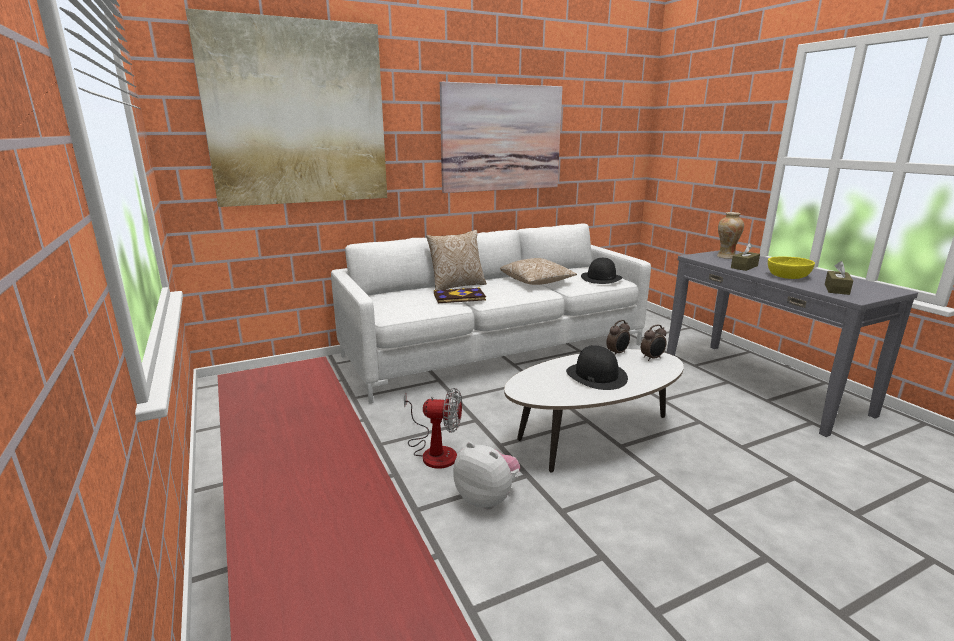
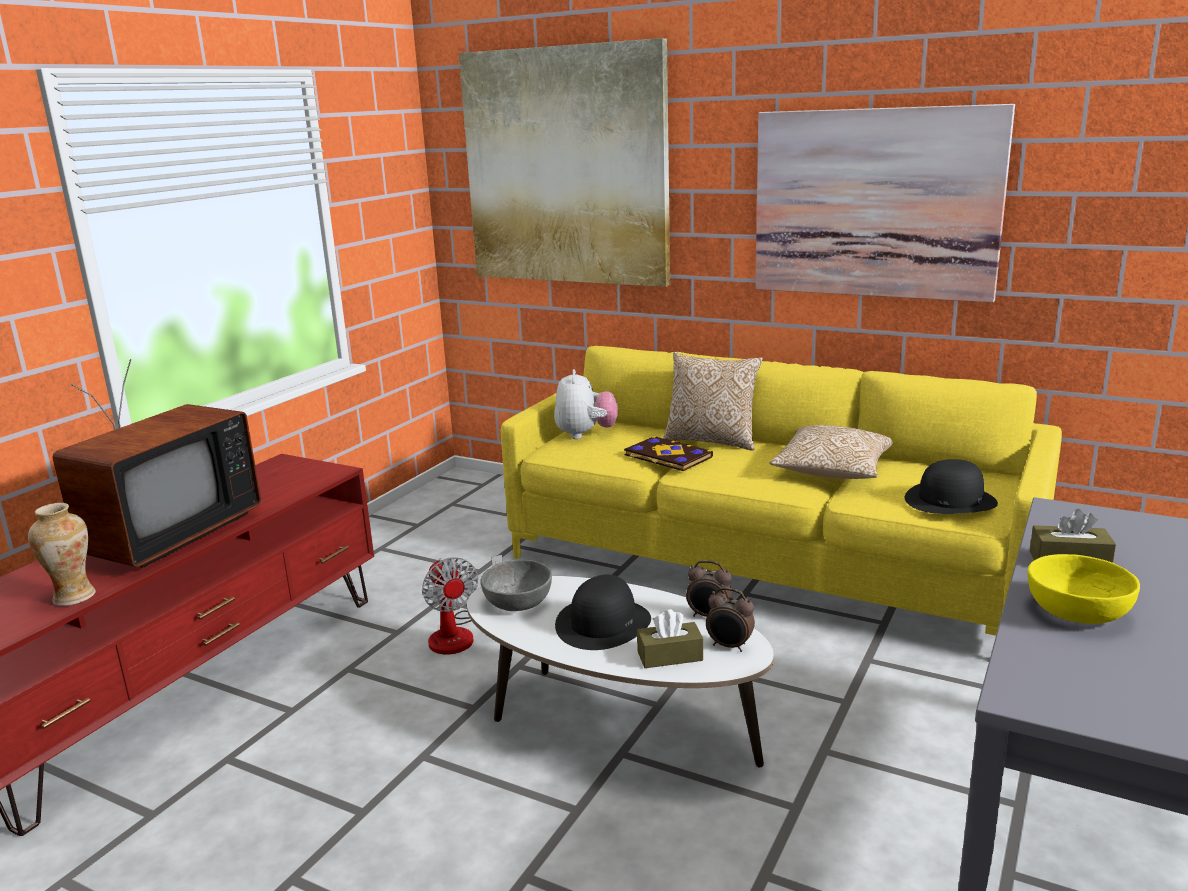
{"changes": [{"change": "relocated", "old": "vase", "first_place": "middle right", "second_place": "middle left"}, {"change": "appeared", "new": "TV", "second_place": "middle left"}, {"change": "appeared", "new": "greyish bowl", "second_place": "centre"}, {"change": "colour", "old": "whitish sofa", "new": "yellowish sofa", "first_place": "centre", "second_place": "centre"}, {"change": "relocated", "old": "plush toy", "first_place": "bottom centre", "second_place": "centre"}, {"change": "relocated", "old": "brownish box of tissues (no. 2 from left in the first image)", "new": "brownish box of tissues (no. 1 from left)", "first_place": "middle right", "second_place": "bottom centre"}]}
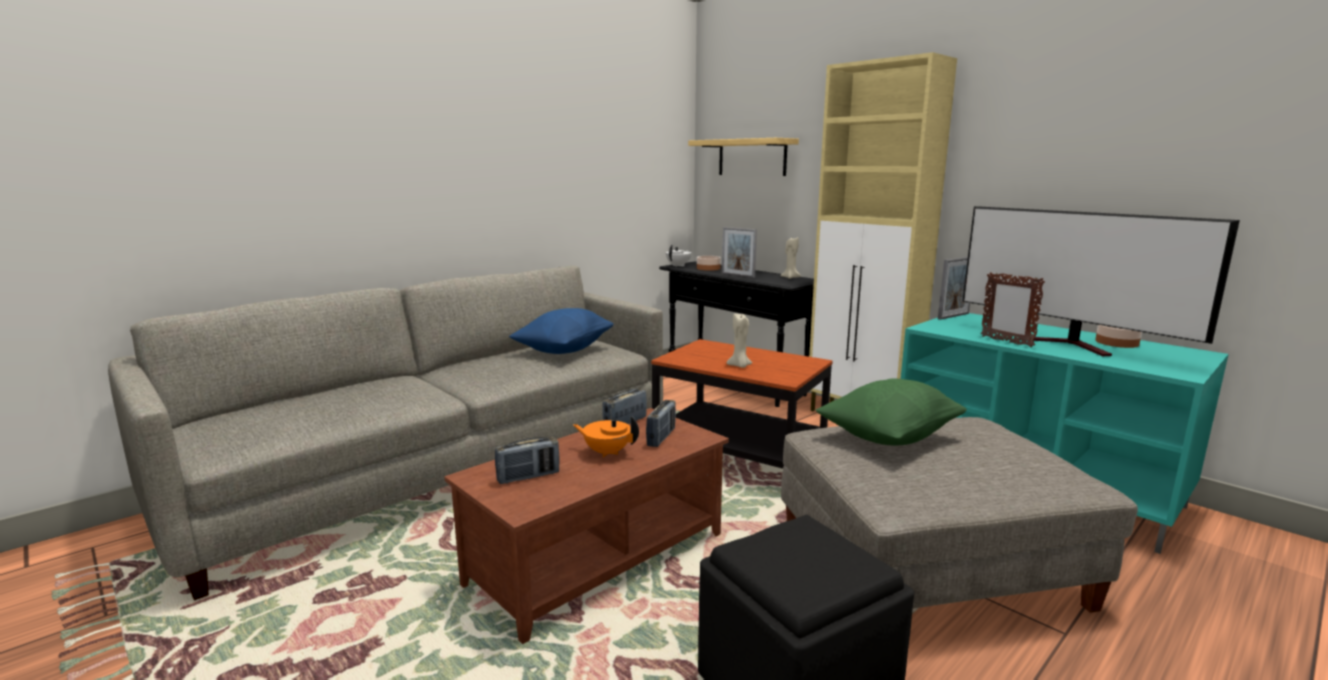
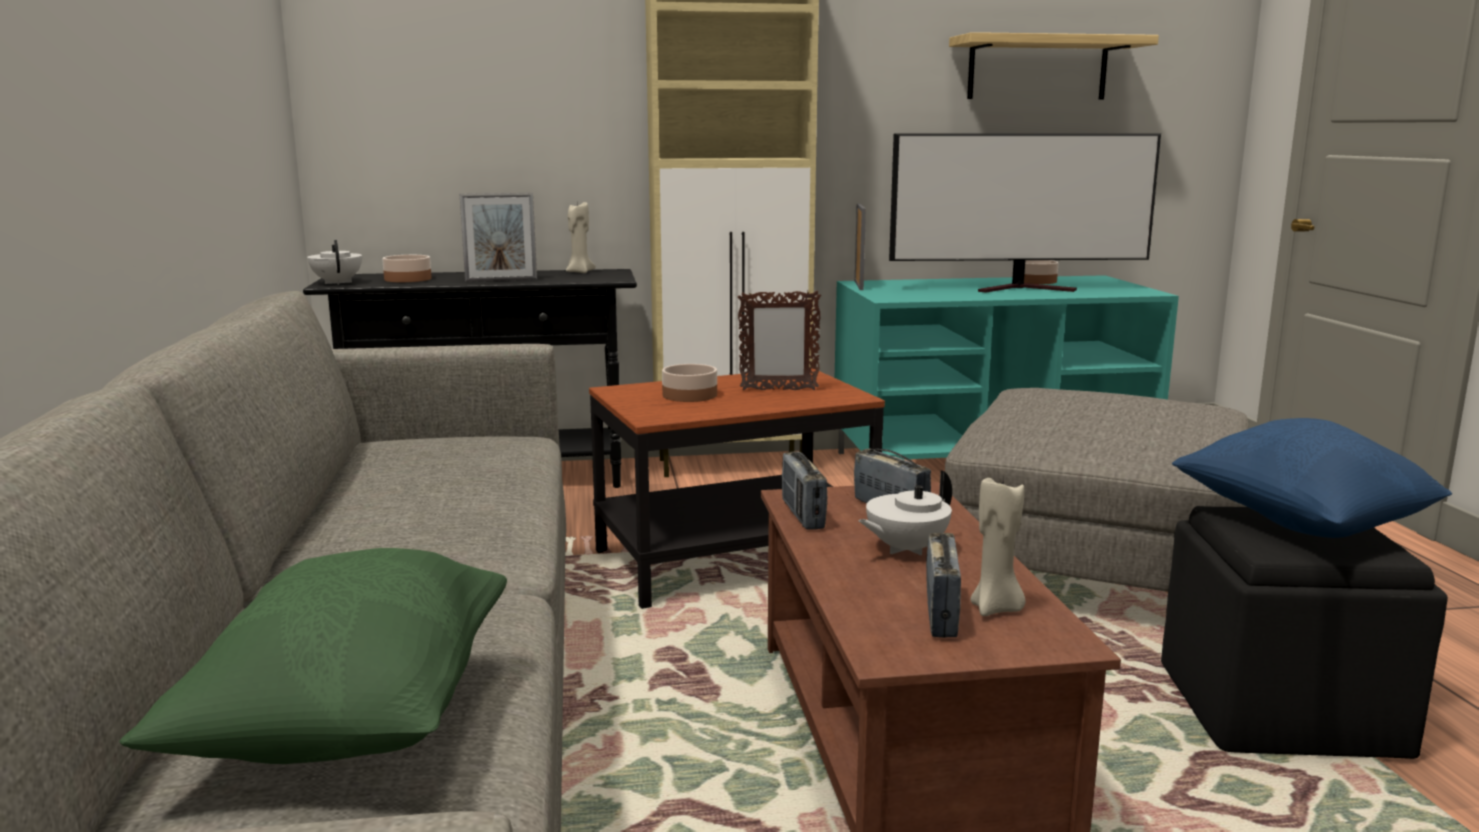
{"changes": [{"change": "relocated", "old": "green throw pillow", "first_place": "middle right", "second_place": "bottom left"}, {"change": "appeared", "new": "bowl (no. 2 from left)", "second_place": "centre"}, {"change": "relocated", "old": "picture frame (no. 3 from left in the first image)", "new": "picture frame (no. 2 from left)", "first_place": "middle right", "second_place": "centre"}, {"change": "colour", "old": "orange teapot", "new": "whitish teapot (no. 2 from left)", "first_place": "centre", "second_place": "centre"}, {"change": "relocated", "old": "bracket shelf", "first_place": "top centre", "second_place": "top right"}, {"change": "relocated", "old": "sand-coloured wax candle (no. 1 from left in the first image)", "new": "sand-coloured wax candle (no. 2 from left)", "first_place": "centre", "second_place": "middle right"}, {"change": "relocated", "old": "bluish throw pillow", "first_place": "centre", "second_place": "middle right"}]}
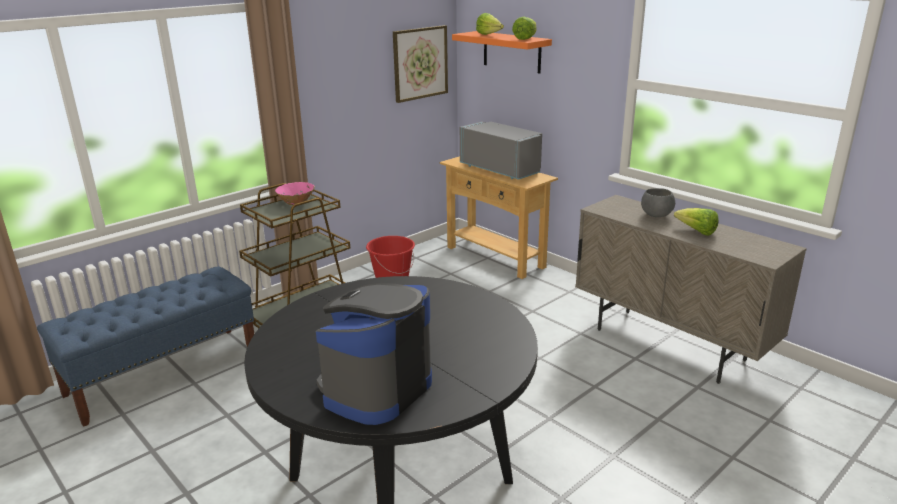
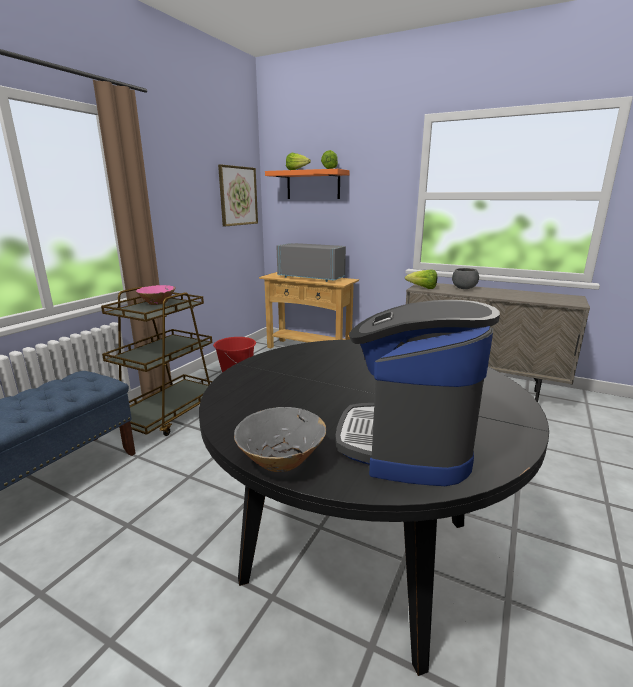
{"changes": [{"change": "appeared", "new": "greyish bowl (no. 1 from left)", "second_place": "centre"}, {"change": "relocated", "old": "head of lettuce (no. 3 from left)", "first_place": "middle right", "second_place": "centre"}]}
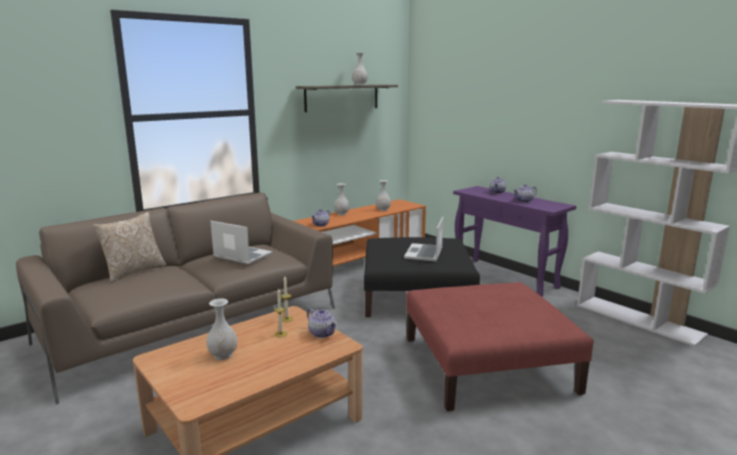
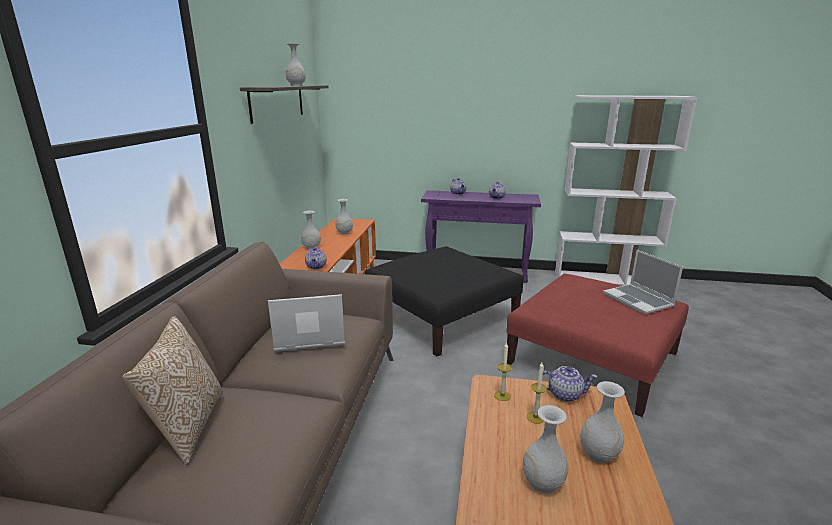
{"changes": [{"change": "appeared", "new": "whitish vase (no. 5 from left)", "second_place": "bottom right"}, {"change": "relocated", "old": "portable computer (no. 2 from left)", "first_place": "centre", "second_place": "middle right"}]}
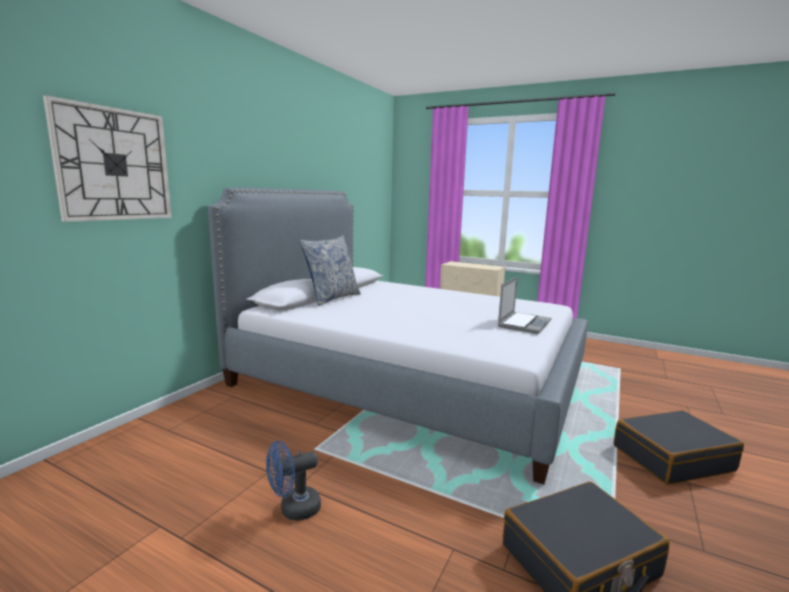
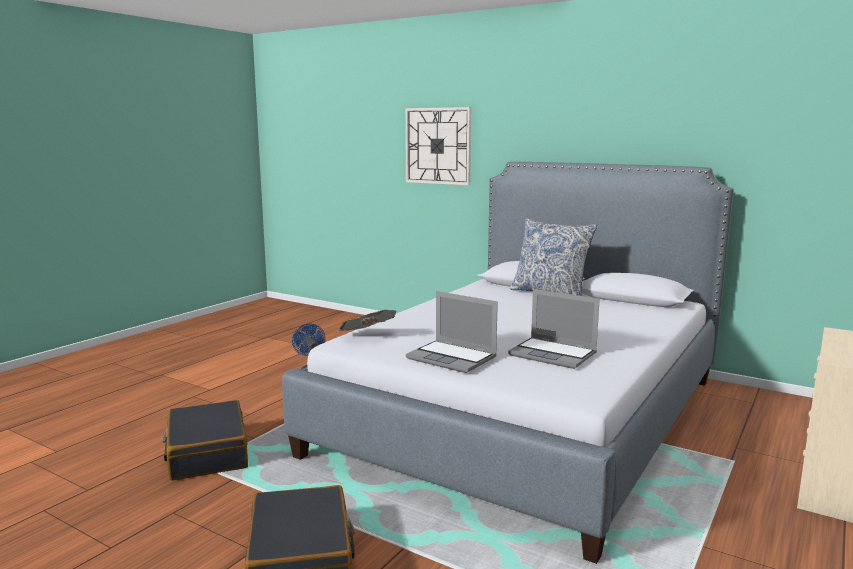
{"changes": [{"change": "appeared", "new": "printed paper", "second_place": "centre"}, {"change": "appeared", "new": "portable computer (no. 2 from left)", "second_place": "centre"}]}
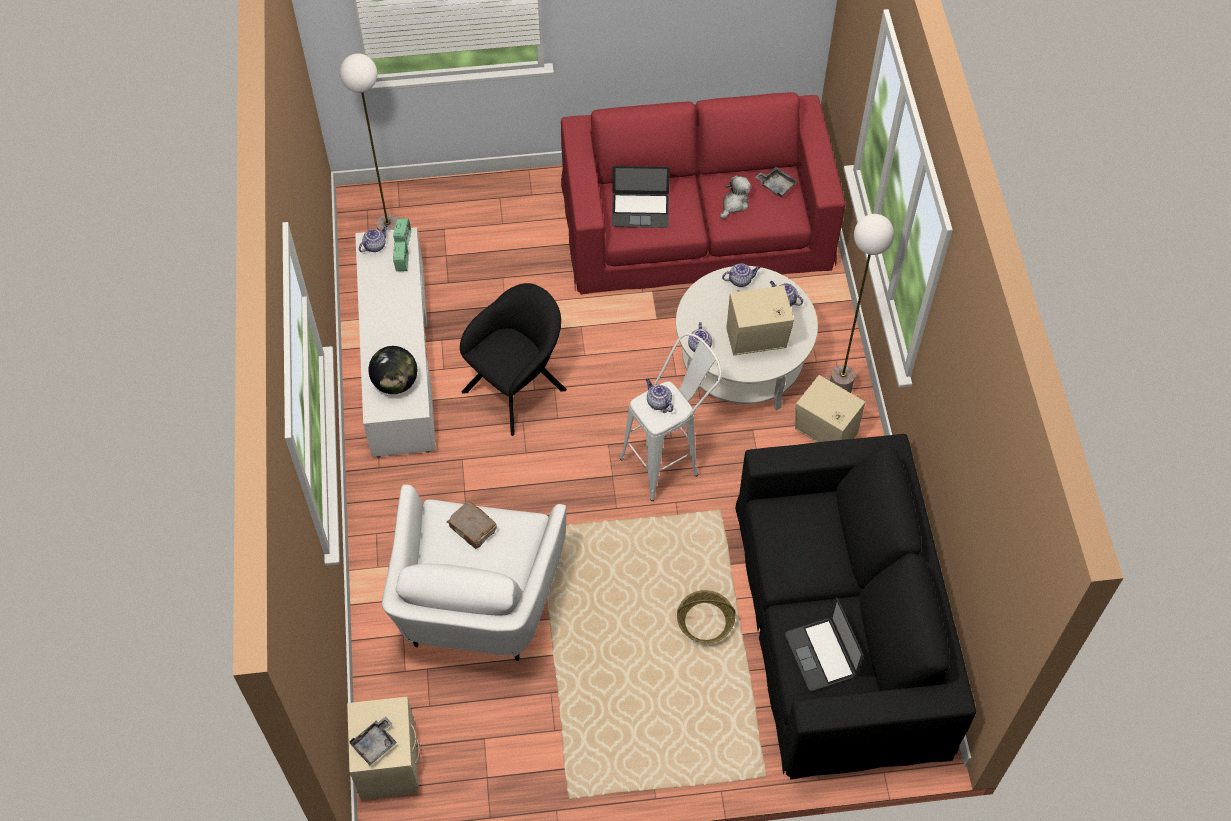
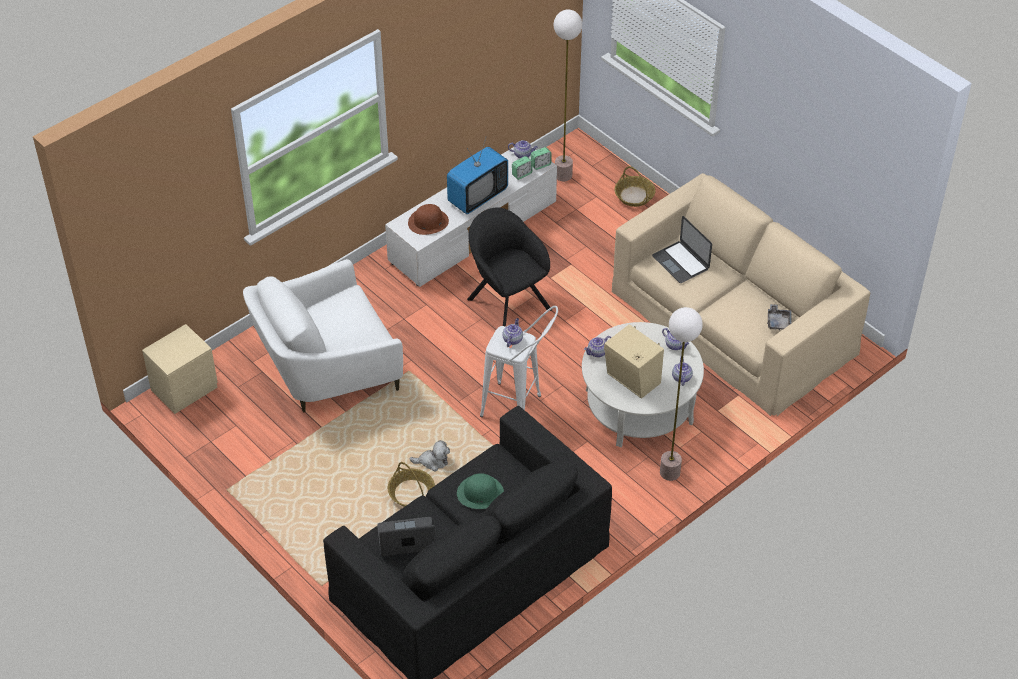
{"changes": [{"change": "spun", "old": "portable computer (no. 2 from left in the first image)", "first_place": "bottom right", "second_place": "bottom centre", "degrees": 45}, {"change": "exchanged", "old": "globe", "new": "brownish hat", "first_place": "middle left", "second_place": "top centre"}, {"change": "relocated", "old": "plush toy", "first_place": "top centre", "second_place": "bottom centre"}, {"change": "appeared", "new": "TV", "second_place": "top centre"}, {"change": "appeared", "new": "green hat", "second_place": "bottom centre"}, {"change": "spun", "old": "blackish lounge chair", "first_place": "centre", "second_place": "centre", "degrees": -135}, {"change": "colour", "old": "reddish sofa", "new": "sand-coloured sofa", "first_place": "top centre", "second_place": "middle right"}, {"change": "appeared", "new": "household basket (no. 2 from left)", "second_place": "top centre"}, {"change": "missing", "old": "greyish carrying tray (no. 1 from left)", "first_place": "bottom left"}, {"change": "missing", "old": "brownish volume", "first_place": "centre"}, {"change": "missing", "old": "sand-coloured audio speaker (no. 2 from left)", "first_place": "middle right"}]}
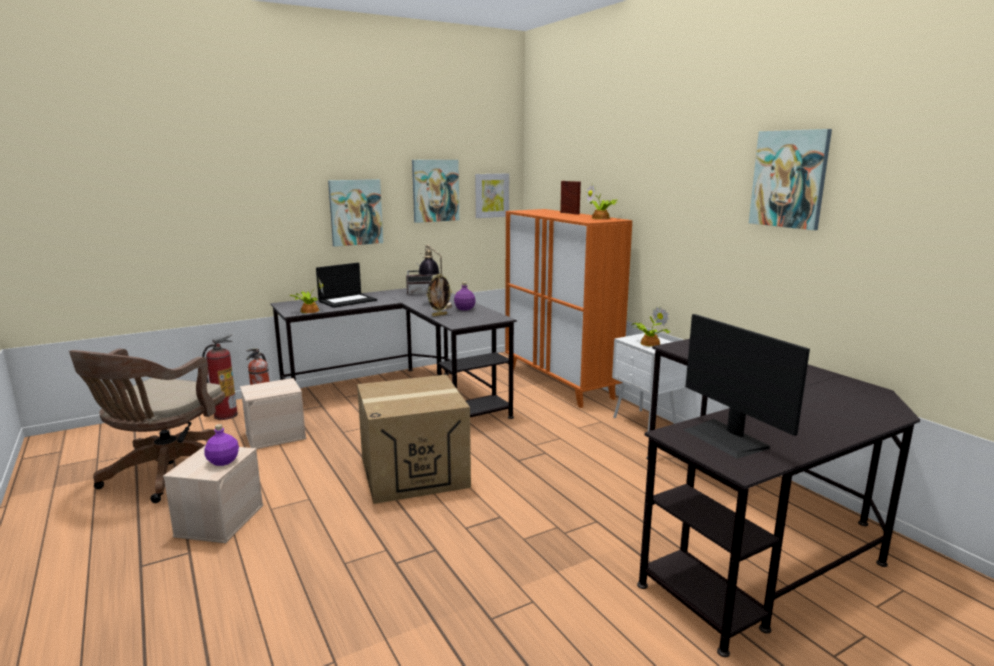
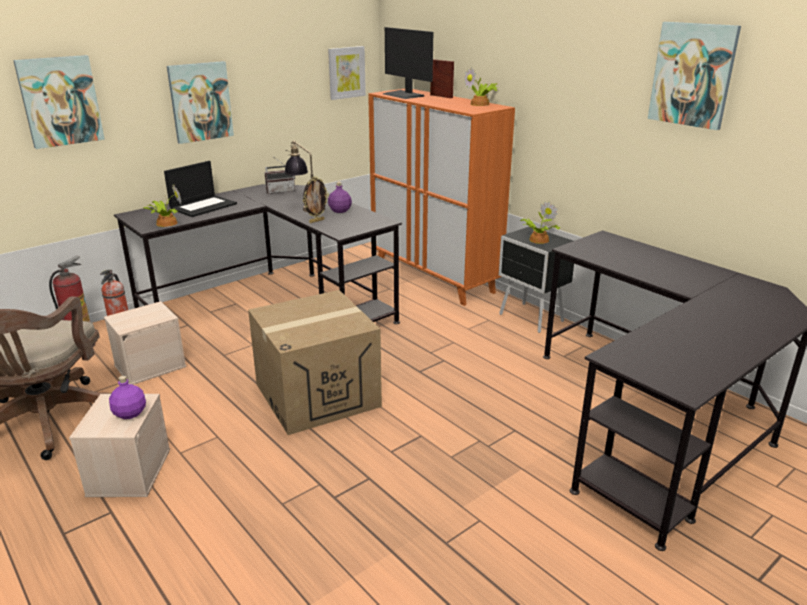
{"changes": [{"change": "relocated", "old": "wall art (no. 2 from left in the first image)", "new": "wall art (no. 1 from left)", "first_place": "top centre", "second_place": "top left"}, {"change": "relocated", "old": "computer screen", "first_place": "middle right", "second_place": "top centre"}, {"change": "colour", "old": "whitish nightstand", "new": "blackish nightstand", "first_place": "centre", "second_place": "centre"}]}
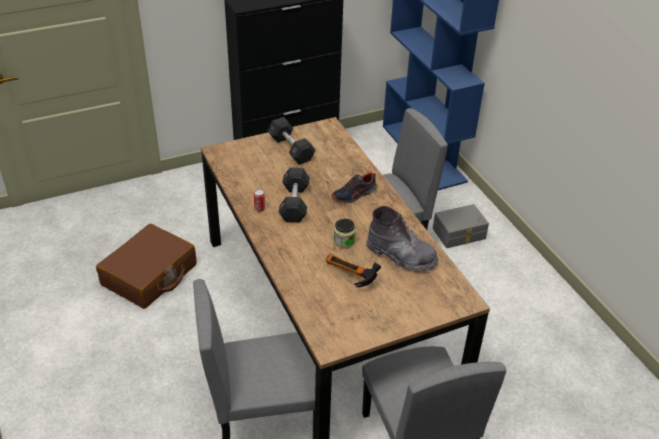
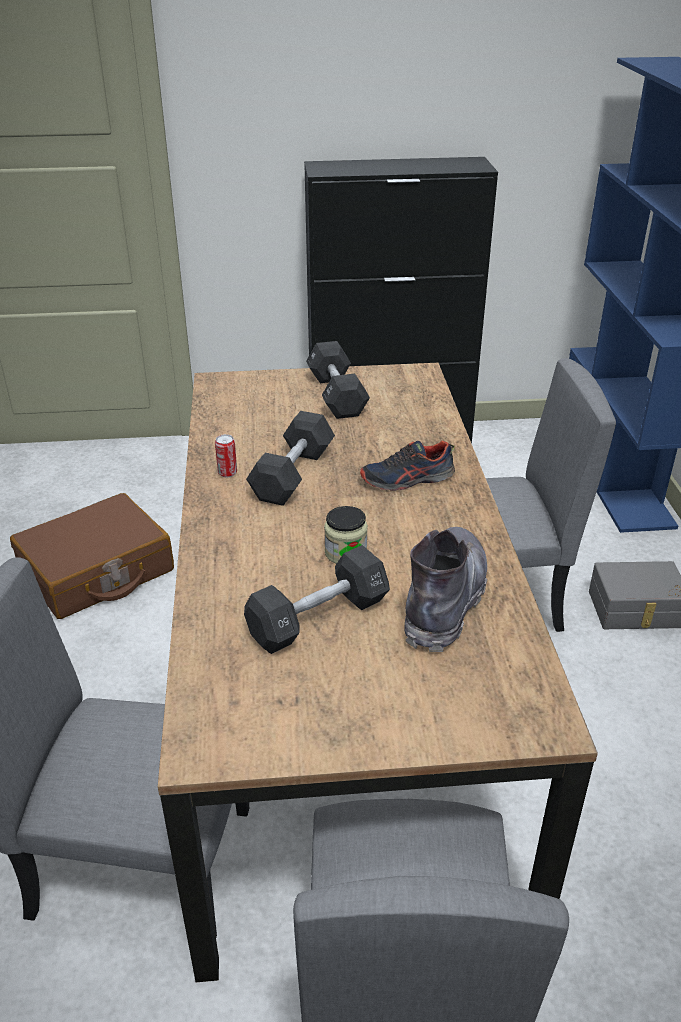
{"changes": [{"change": "exchanged", "old": "hammer", "new": "blackish dumbbell (no. 2 from left)", "first_place": "centre", "second_place": "centre"}, {"change": "spun", "old": "greyish high-top boot", "first_place": "centre", "second_place": "centre", "degrees": -120}]}
